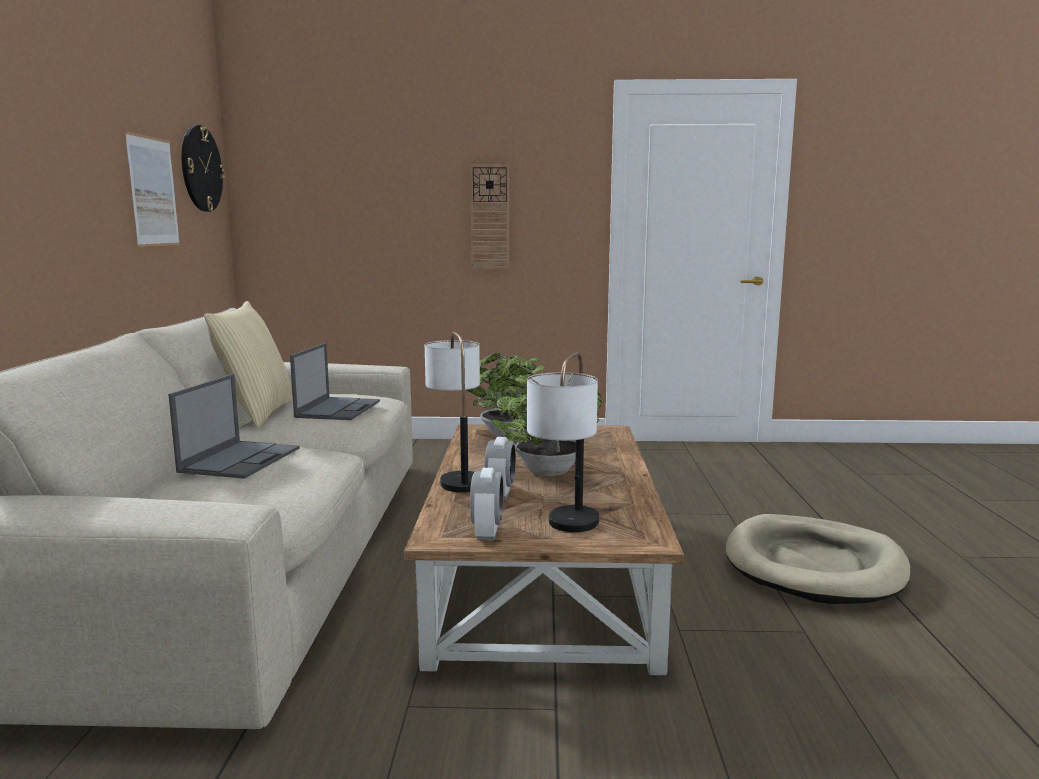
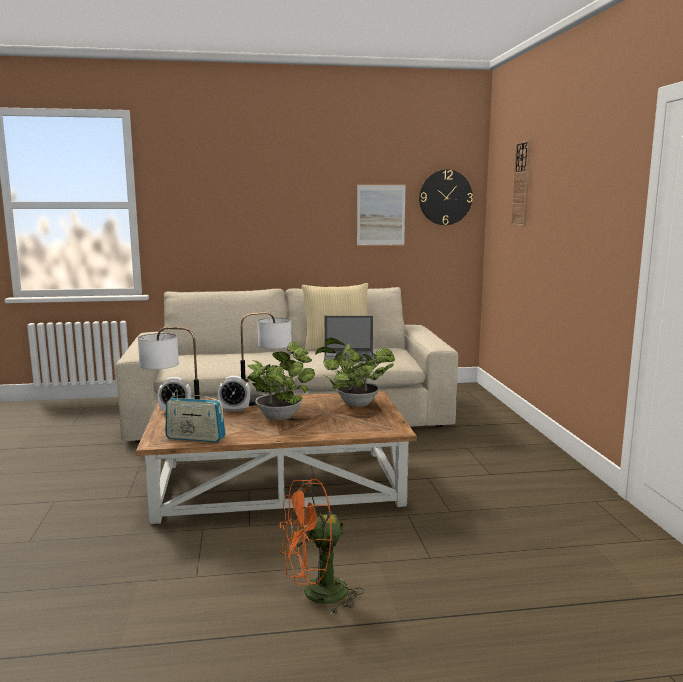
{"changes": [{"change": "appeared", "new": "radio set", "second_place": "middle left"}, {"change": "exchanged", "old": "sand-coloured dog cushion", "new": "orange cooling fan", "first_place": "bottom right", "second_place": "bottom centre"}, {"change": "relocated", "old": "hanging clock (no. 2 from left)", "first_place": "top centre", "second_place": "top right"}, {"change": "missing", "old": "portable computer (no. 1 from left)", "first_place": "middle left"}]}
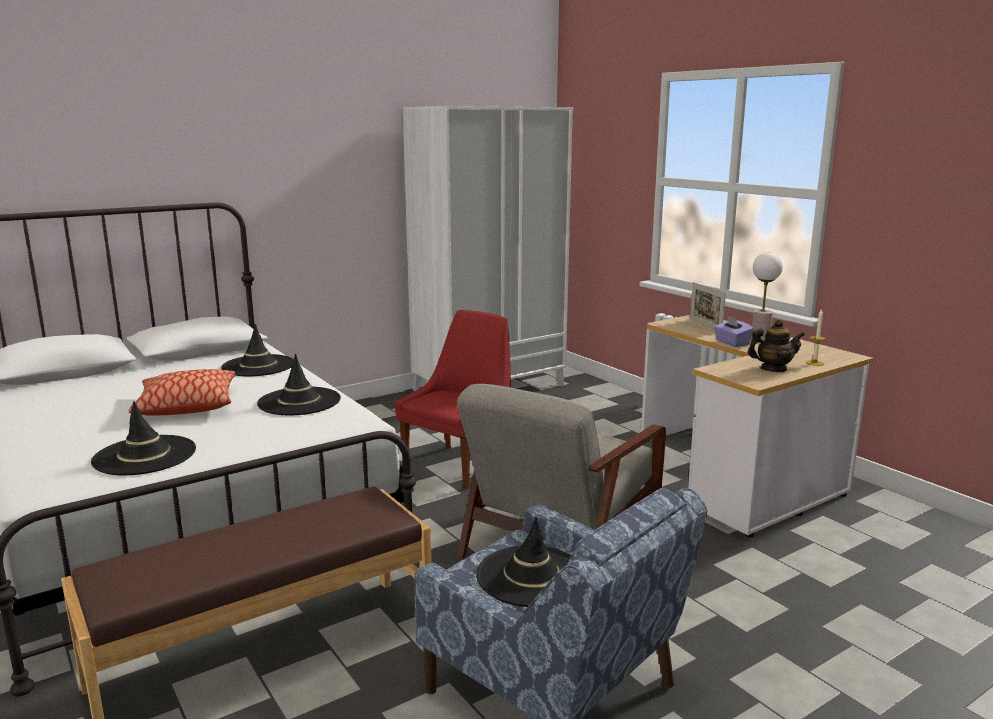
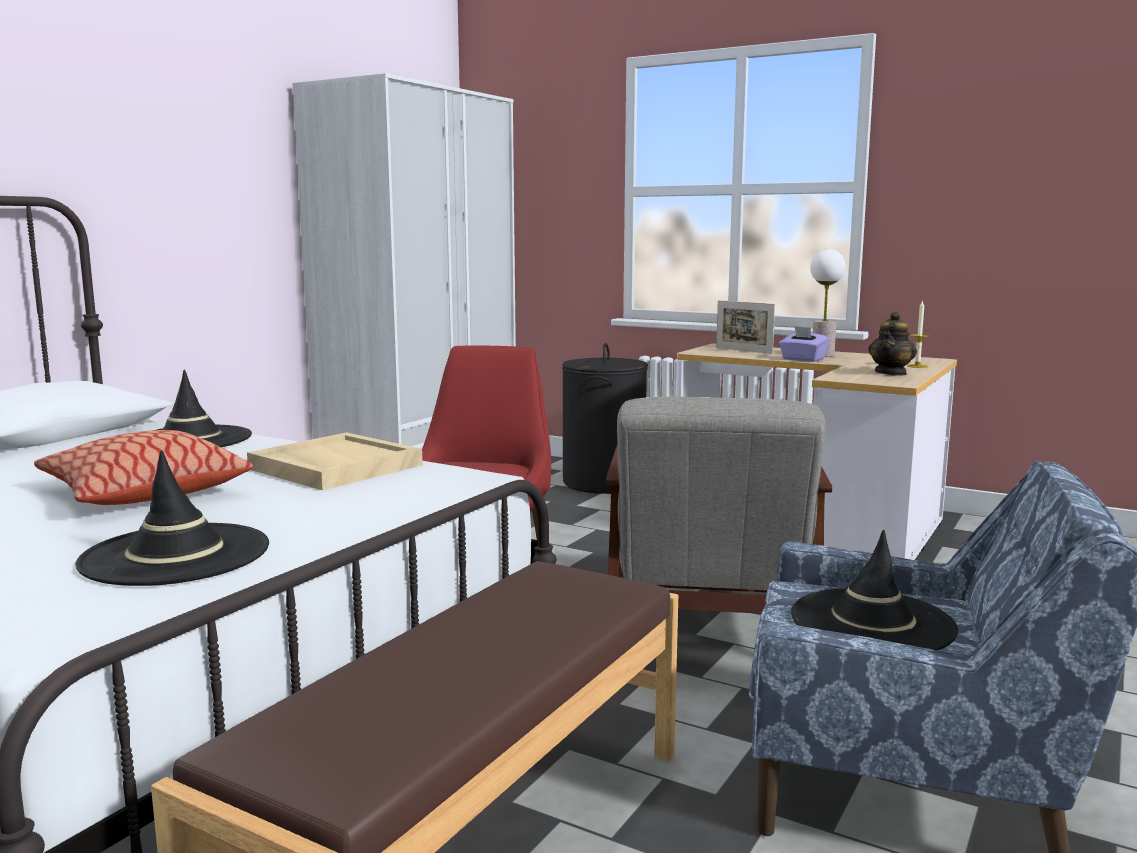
{"changes": [{"change": "exchanged", "old": "blackish hat (no. 3 from left)", "new": "sand-coloured carrying tray", "first_place": "middle left", "second_place": "middle left"}, {"change": "appeared", "new": "blackish washing basket", "second_place": "centre"}, {"change": "spun", "old": "teapot", "first_place": "middle right", "second_place": "middle right", "degrees": 150}]}
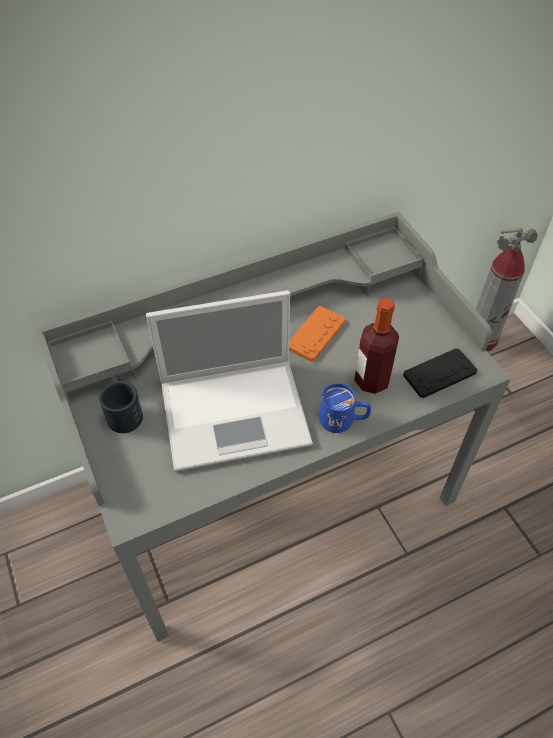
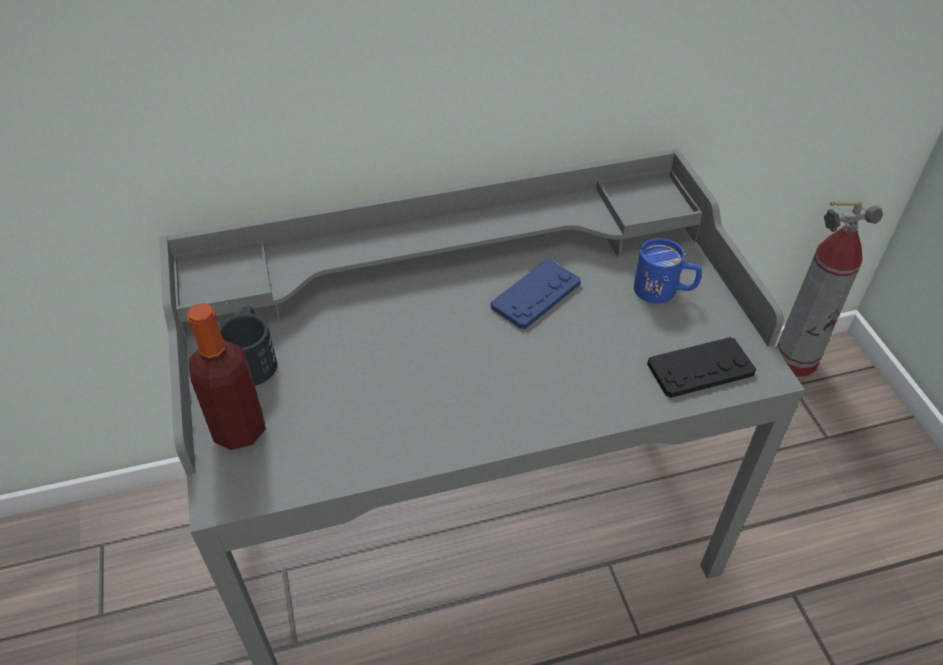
{"changes": [{"change": "relocated", "old": "drink bottle", "first_place": "middle right", "second_place": "middle left"}, {"change": "colour", "old": "orange game controller", "new": "bluish game controller", "first_place": "centre", "second_place": "centre"}, {"change": "relocated", "old": "bluish coffee mug", "first_place": "centre", "second_place": "middle right"}, {"change": "missing", "old": "portable computer", "first_place": "centre"}]}
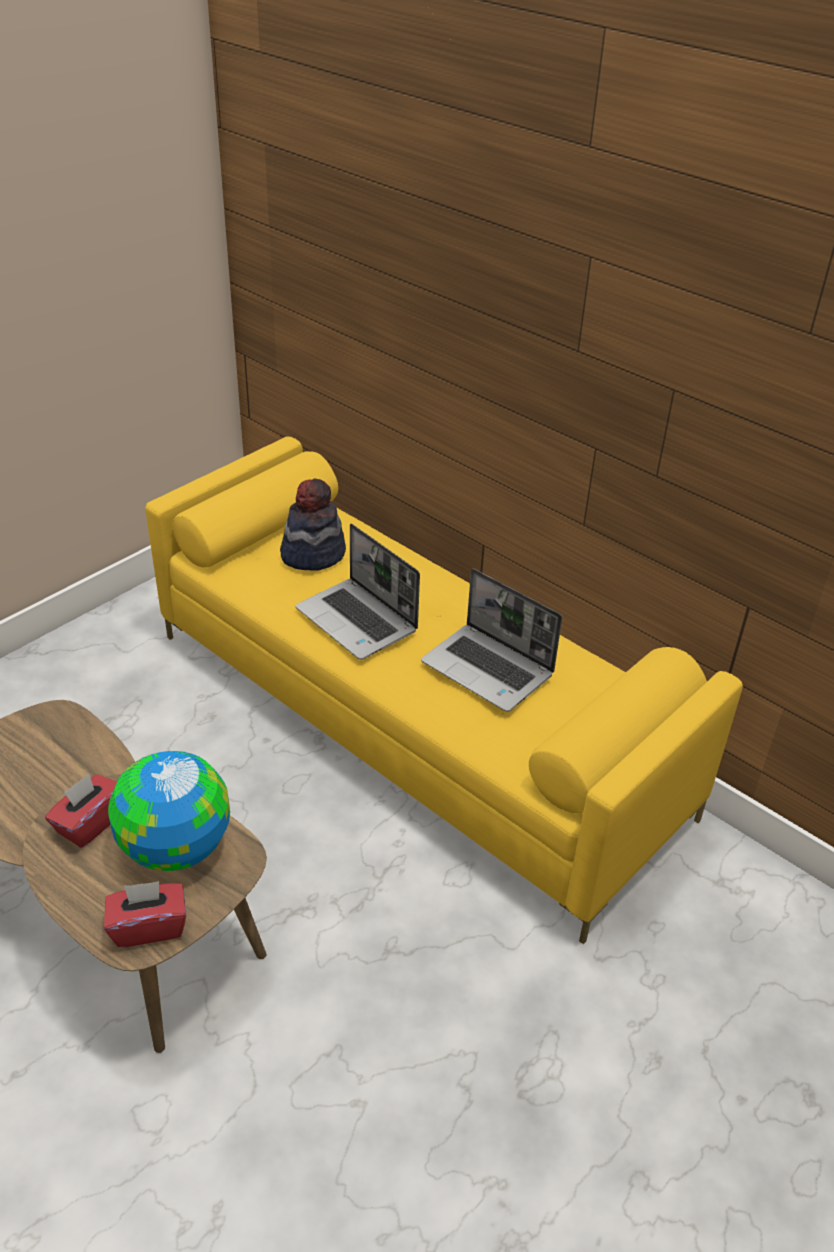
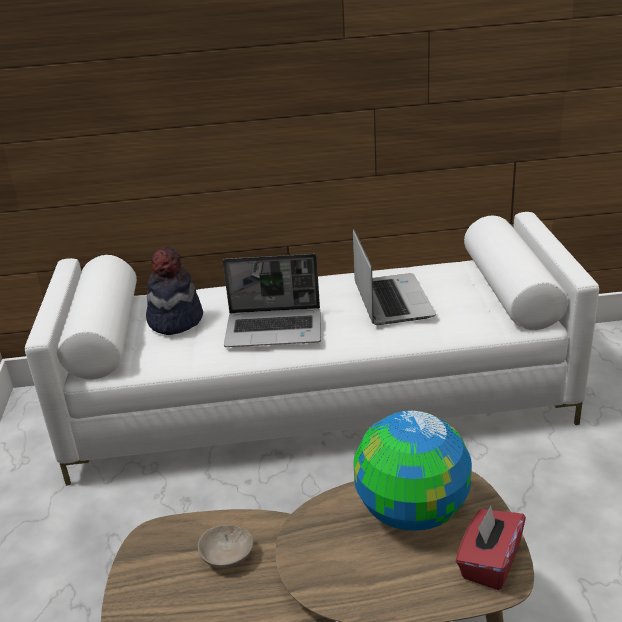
{"changes": [{"change": "colour", "old": "yellowish sofa", "new": "whitish sofa", "first_place": "centre", "second_place": "centre"}, {"change": "appeared", "new": "sand-coloured bowl", "second_place": "bottom centre"}, {"change": "spun", "old": "portable computer (no. 2 from left)", "first_place": "centre", "second_place": "centre", "degrees": -90}, {"change": "missing", "old": "reddish box of tissues (no. 1 from left)", "first_place": "middle left"}]}
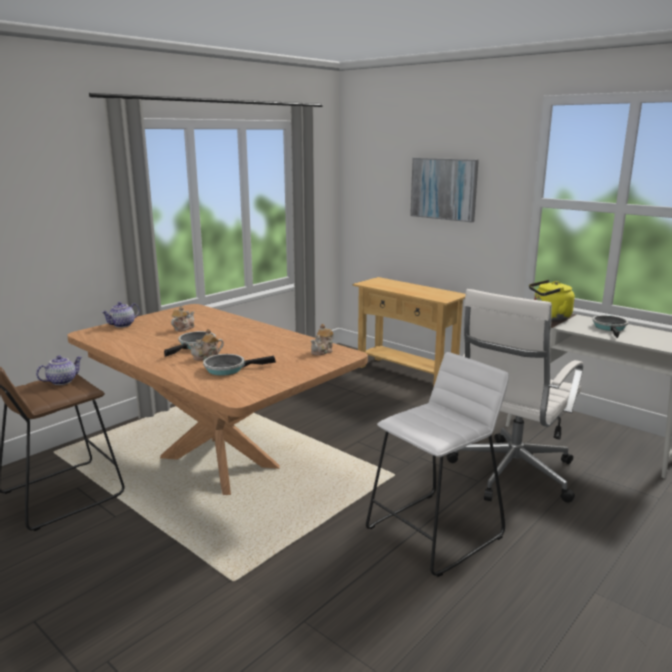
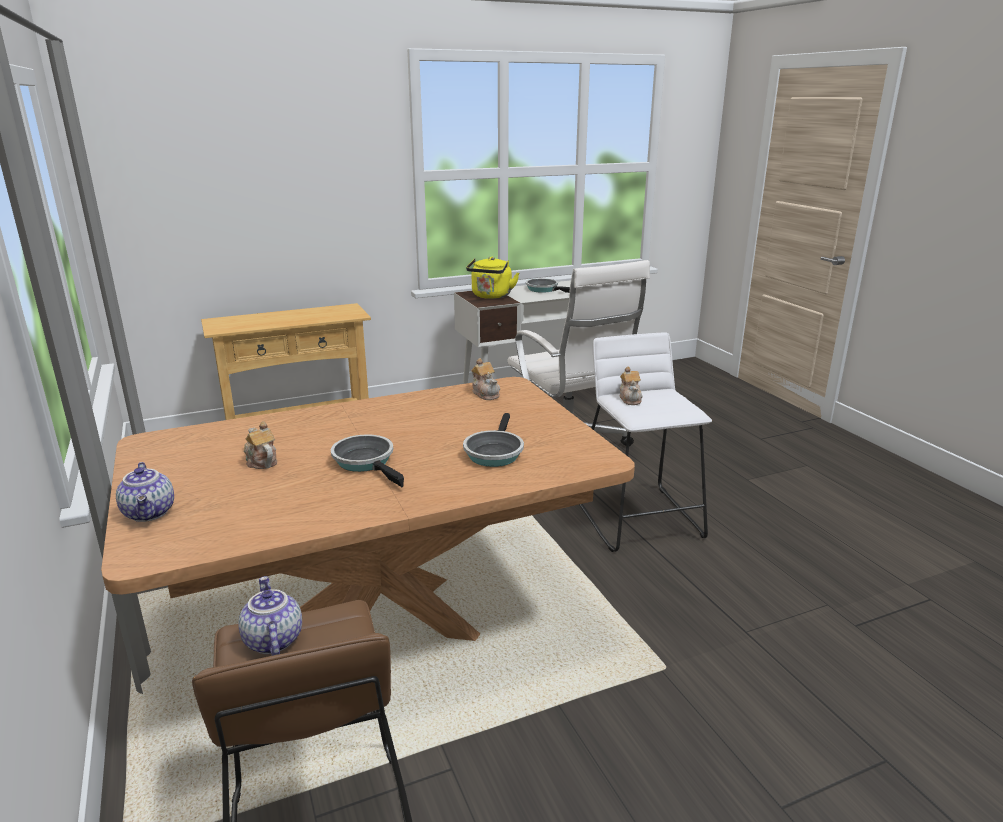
{"changes": [{"change": "relocated", "old": "teapot (no. 4 from left in the first image)", "new": "teapot (no. 5 from left)", "first_place": "middle left", "second_place": "centre"}, {"change": "missing", "old": "wall art", "first_place": "top centre"}]}
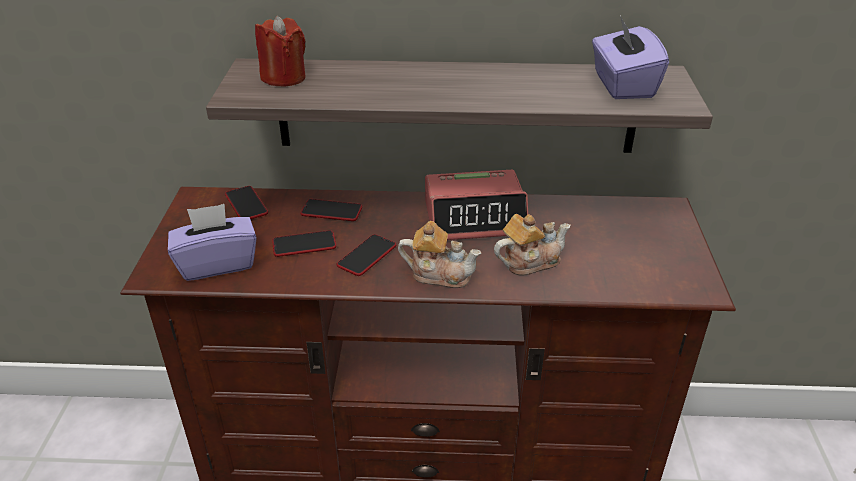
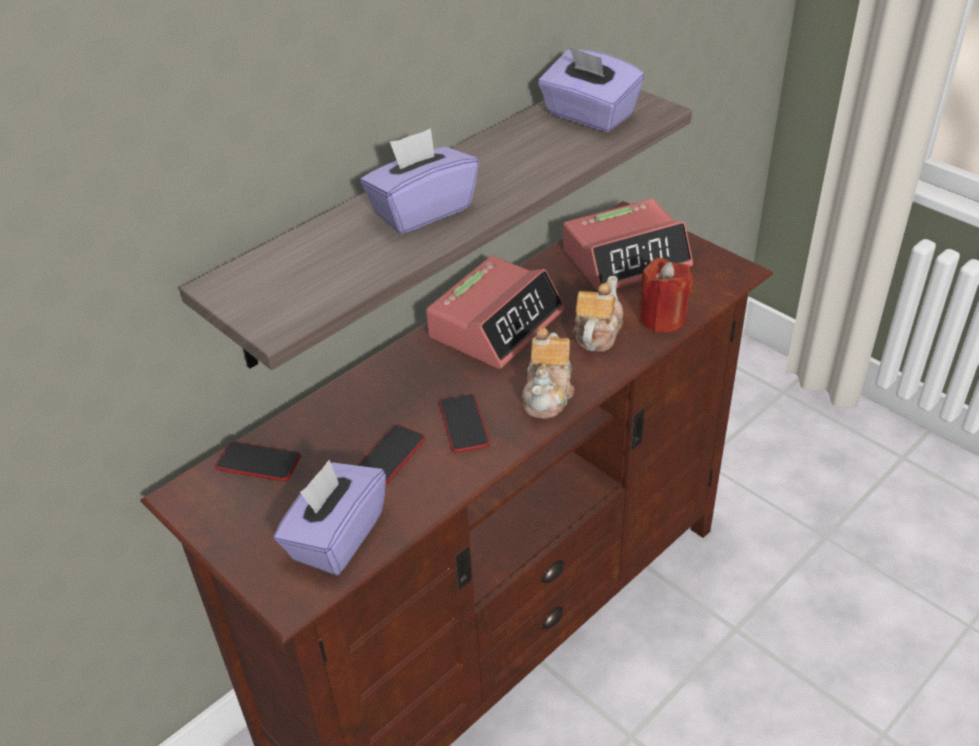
{"changes": [{"change": "appeared", "new": "purple box of tissues (no. 2 from left)", "second_place": "top centre"}, {"change": "spun", "old": "teapot (no. 1 from left)", "first_place": "centre", "second_place": "centre", "degrees": 135}, {"change": "appeared", "new": "table clock (no. 2 from left)", "second_place": "top centre"}, {"change": "relocated", "old": "reddish wax candle", "first_place": "top left", "second_place": "middle right"}, {"change": "missing", "old": "phone (no. 3 from left)", "first_place": "centre"}]}
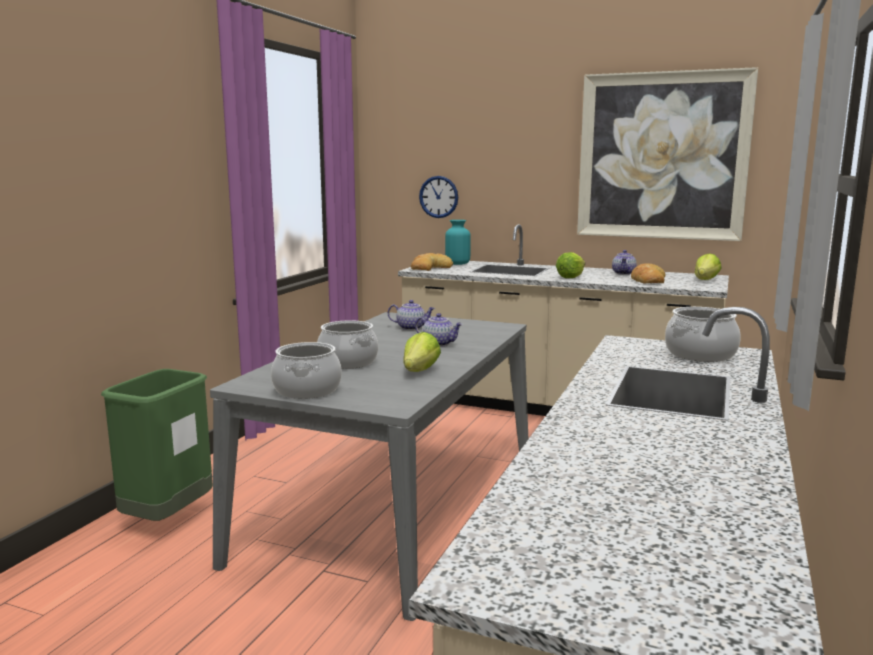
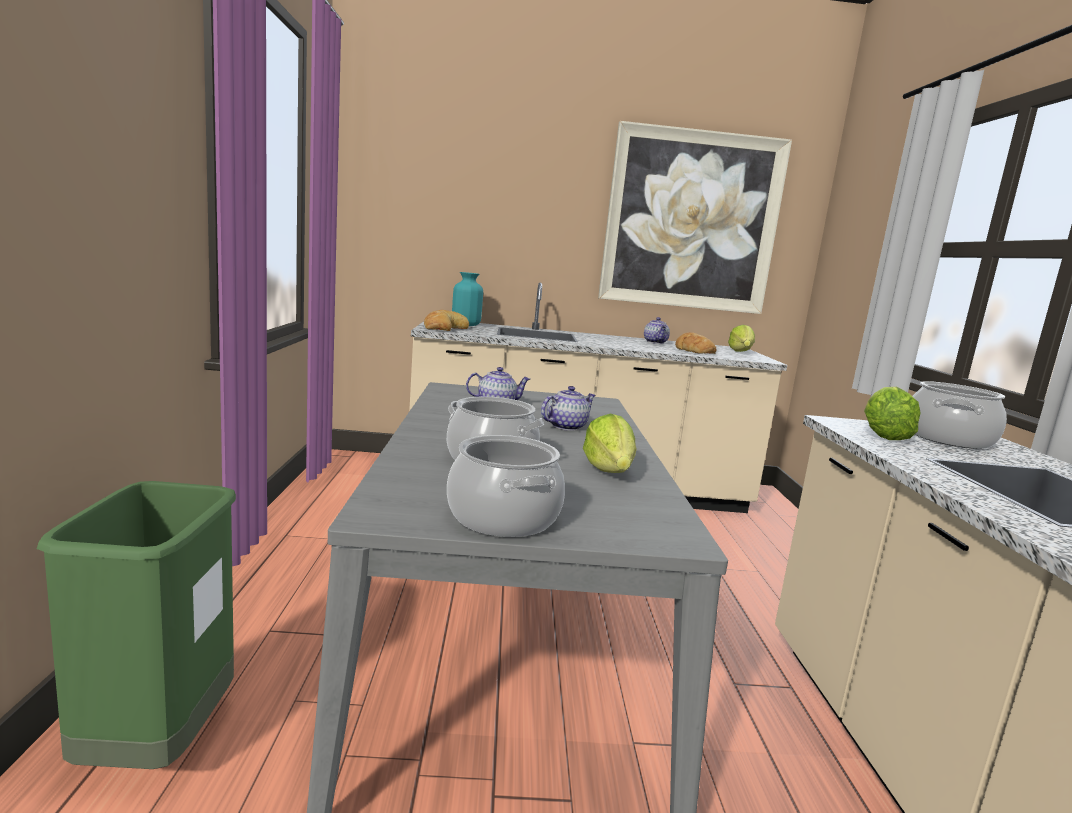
{"changes": [{"change": "spun", "old": "teapot (no. 2 from left)", "first_place": "centre", "second_place": "centre", "degrees": -45}, {"change": "relocated", "old": "head of lettuce (no. 2 from left in the first image)", "new": "head of lettuce (no. 3 from left)", "first_place": "centre", "second_place": "middle right"}, {"change": "missing", "old": "hanging clock", "first_place": "top centre"}]}
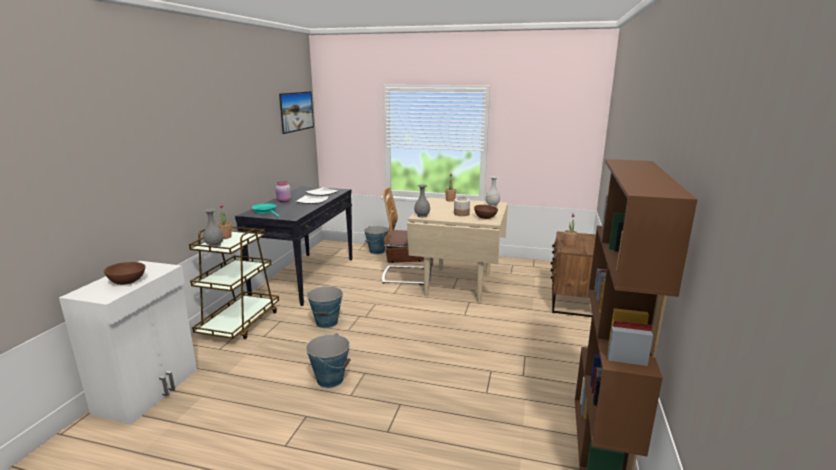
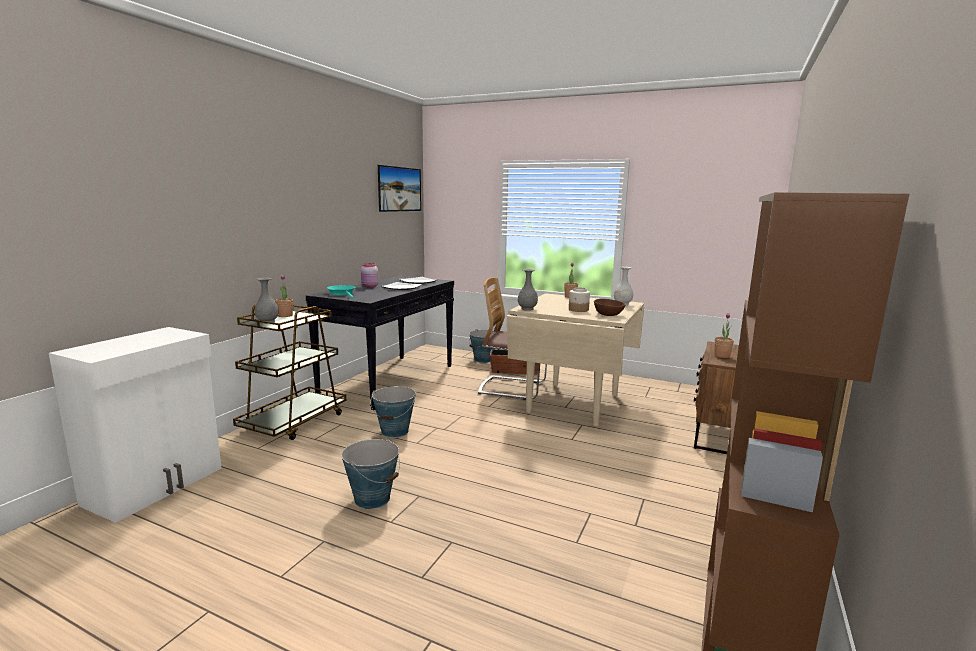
{"changes": [{"change": "missing", "old": "brownish bowl (no. 1 from left)", "first_place": "middle left"}]}
